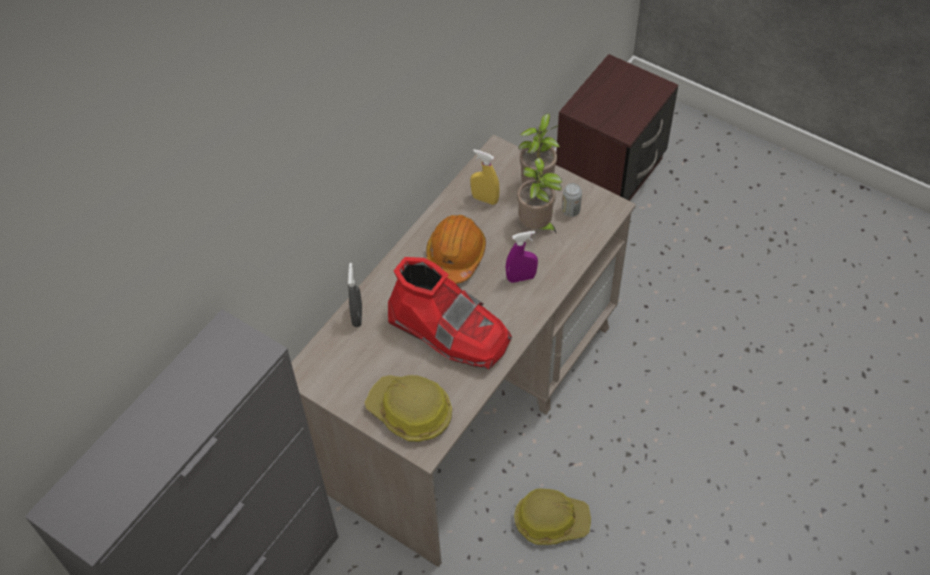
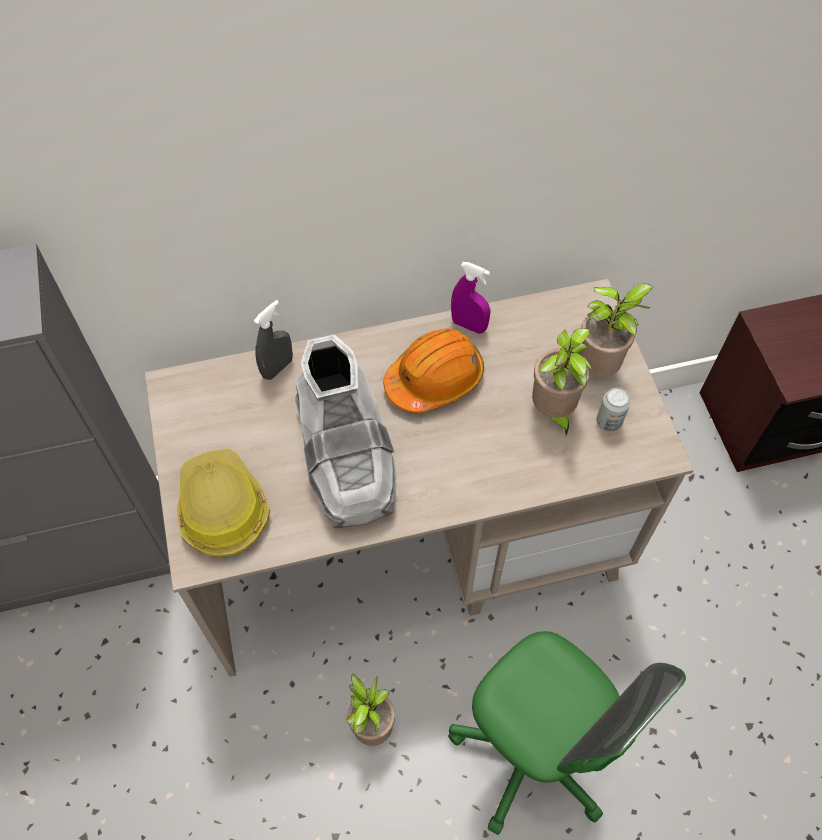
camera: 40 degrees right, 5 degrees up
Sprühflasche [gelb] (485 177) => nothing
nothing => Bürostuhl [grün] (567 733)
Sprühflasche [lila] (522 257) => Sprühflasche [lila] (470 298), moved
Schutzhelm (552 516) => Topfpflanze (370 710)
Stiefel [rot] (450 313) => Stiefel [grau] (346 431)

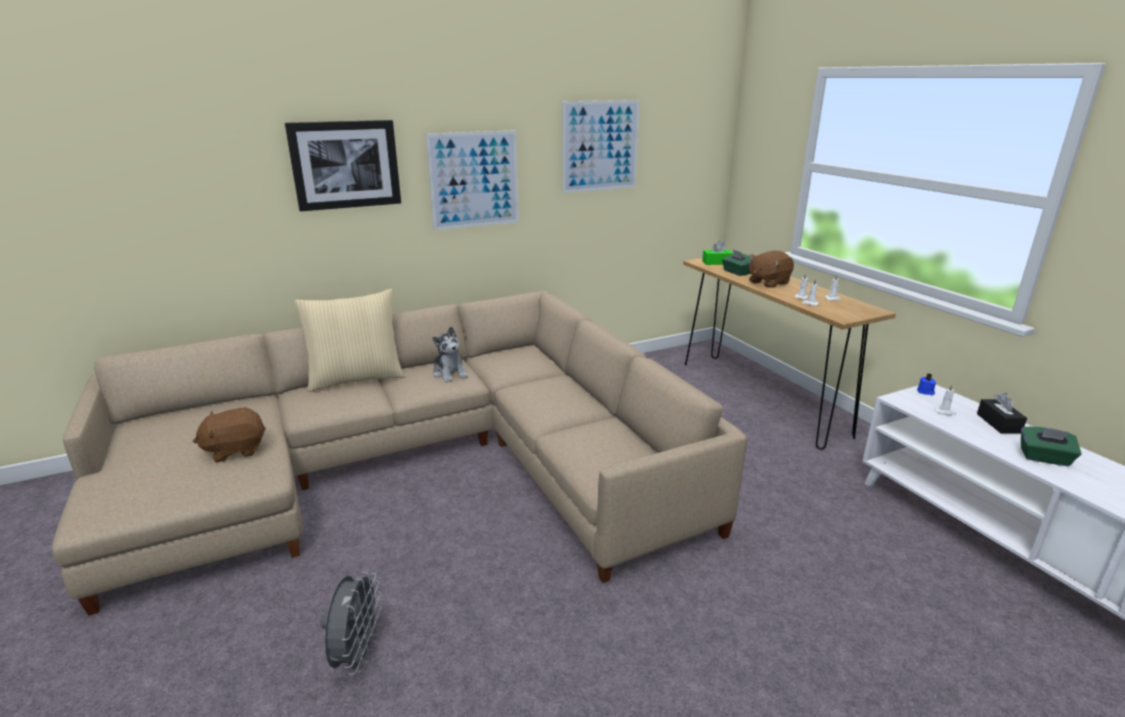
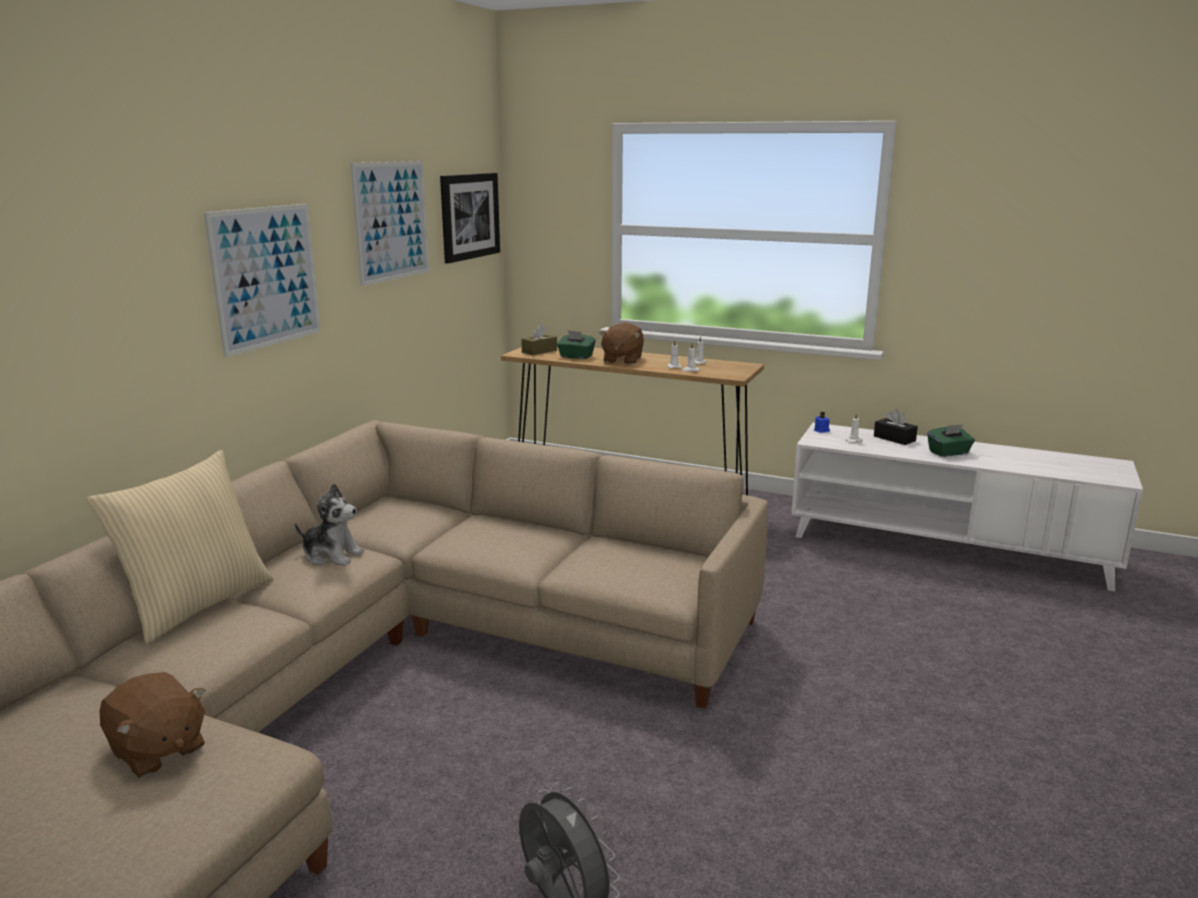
camera: 40 degrees left, 5 degrees down
Bild (343 166) => Bild (470 218), moved
Taschentuchbox [grün] (717 253) => Taschentuchbox [braun] (539 339)
Plüschtier [braun] (229 435) => Plüschtier [braun] (153 725), 75 degrees counterclockwise

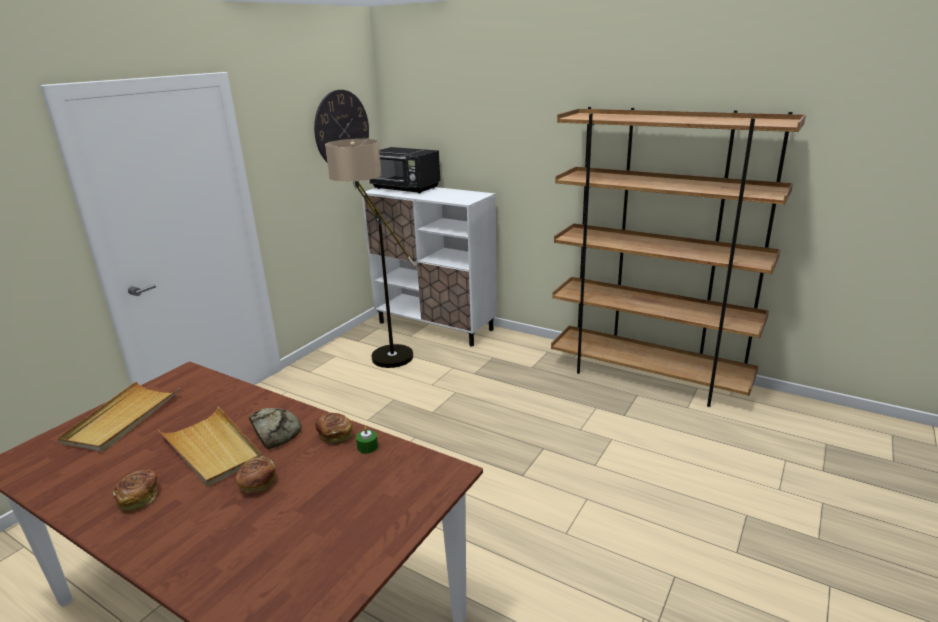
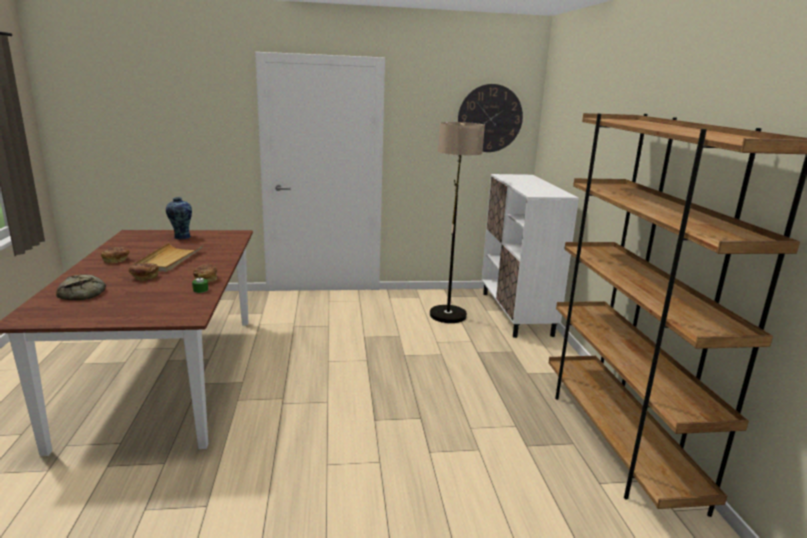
camera: 50 degrees right, 5 degrees down
Mikrowelle [schwarz] (405 170) => nothing
Brot (275 428) => Brot (81 287), moved
Tablett [beige] (118 416) => Vase (179 218)

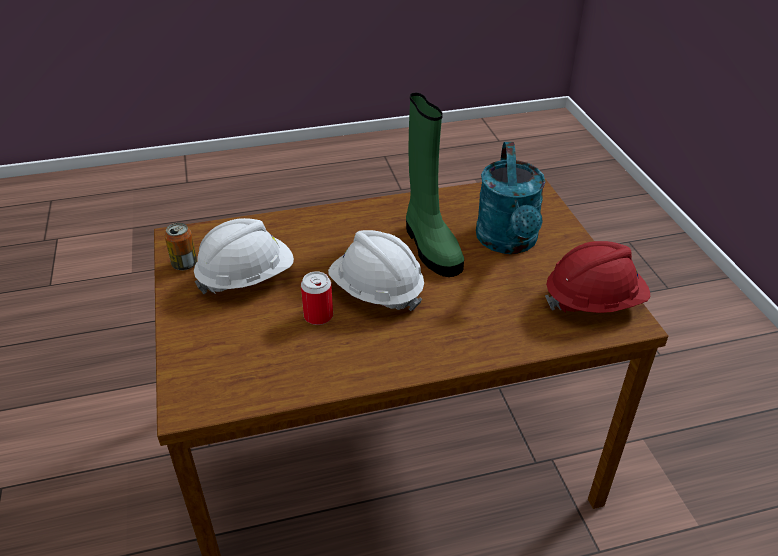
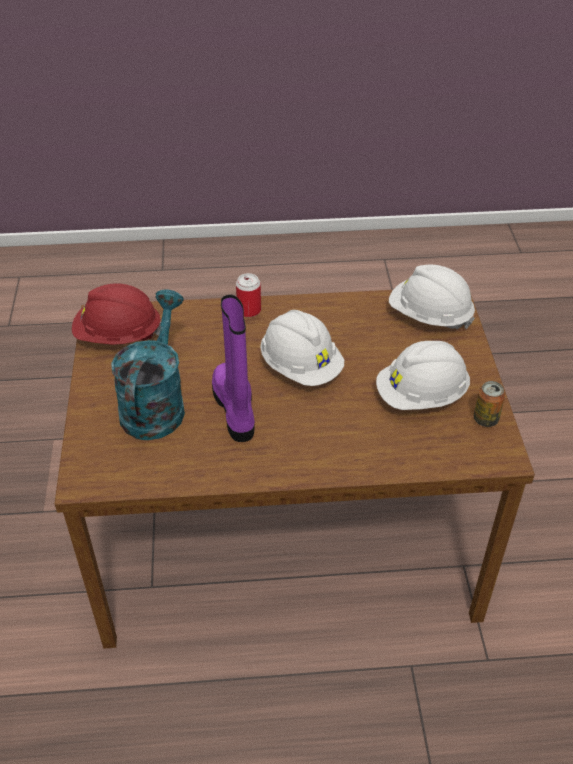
camera: 170 degrees left, 5 degrees up
nothing => Schutzhelm [weiß] (432 296)
Dose (317 298) => Dose (248 295), moved
Stiefel [grün] (435 185) => Stiefel [lila] (233 368)

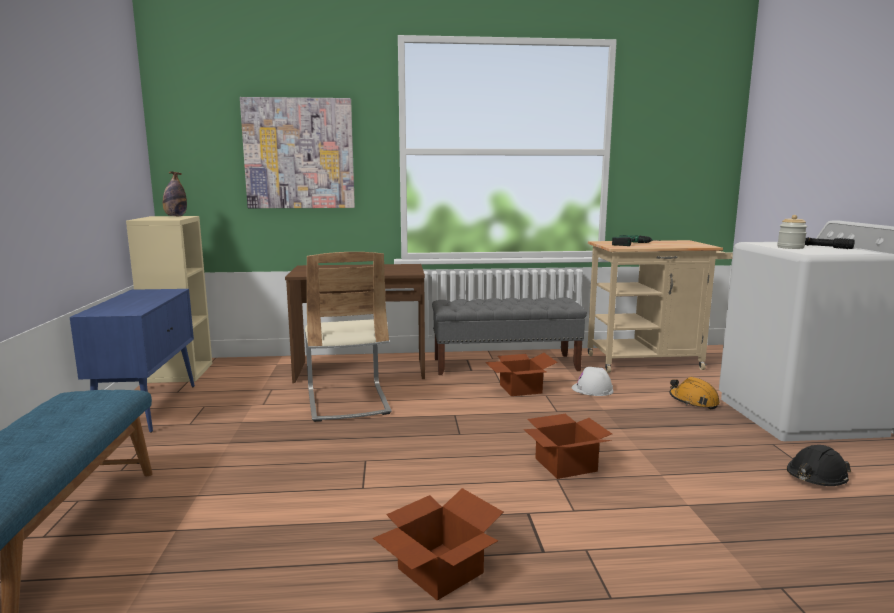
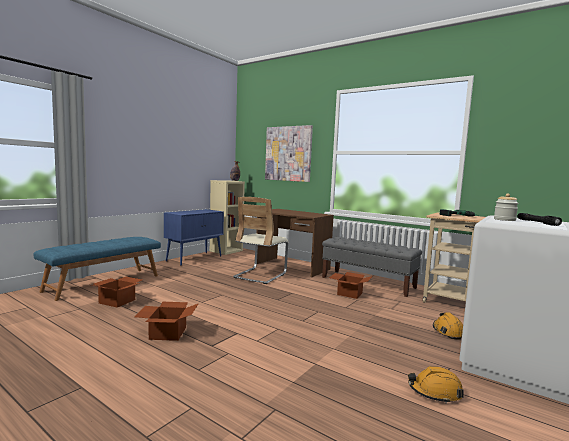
camera: 40 degrees right, 5 degrees down
Schutzhelm [weiß] (593 381) => nothing
Karton (567 446) => Karton (117 292), moved
Schutzhelm [schwarz] (819 465) => Schutzhelm [orange] (436 385)

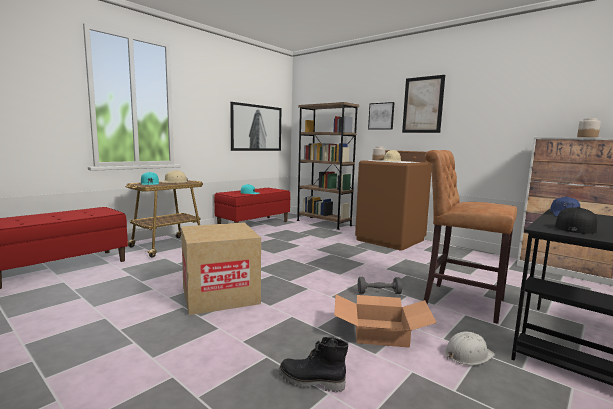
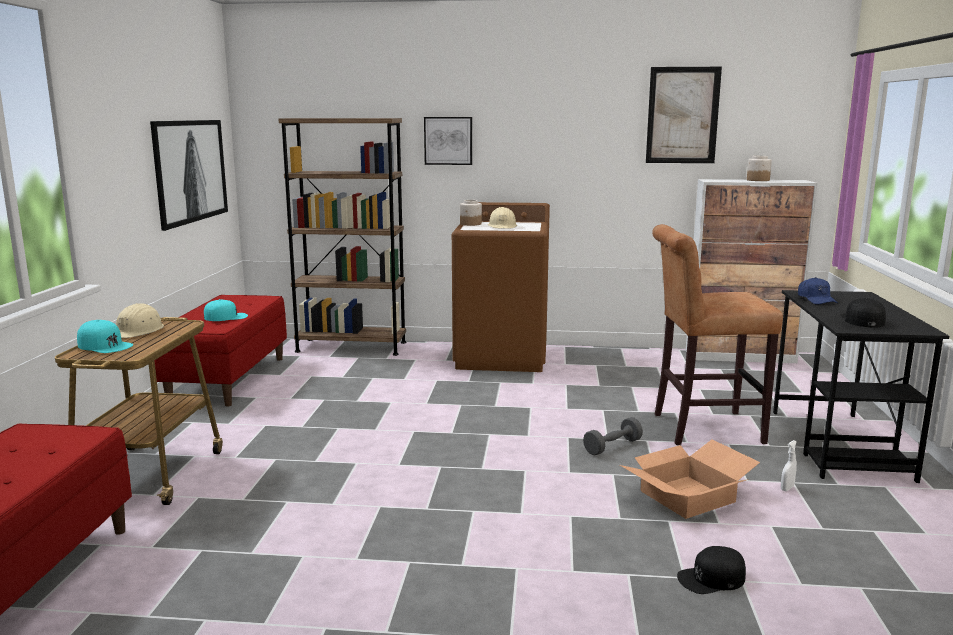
camera: 35 degrees left, 5 degrees up
Karton (221 268) => nothing
Bild (423 104) => Bild (684 115), moved
Stiefel [schwarz] (313 364) => Kappe [schwarz] (711 570)
Schutzhelm [weiß] (470 348) => Sprühflasche [weiß] (789 465)

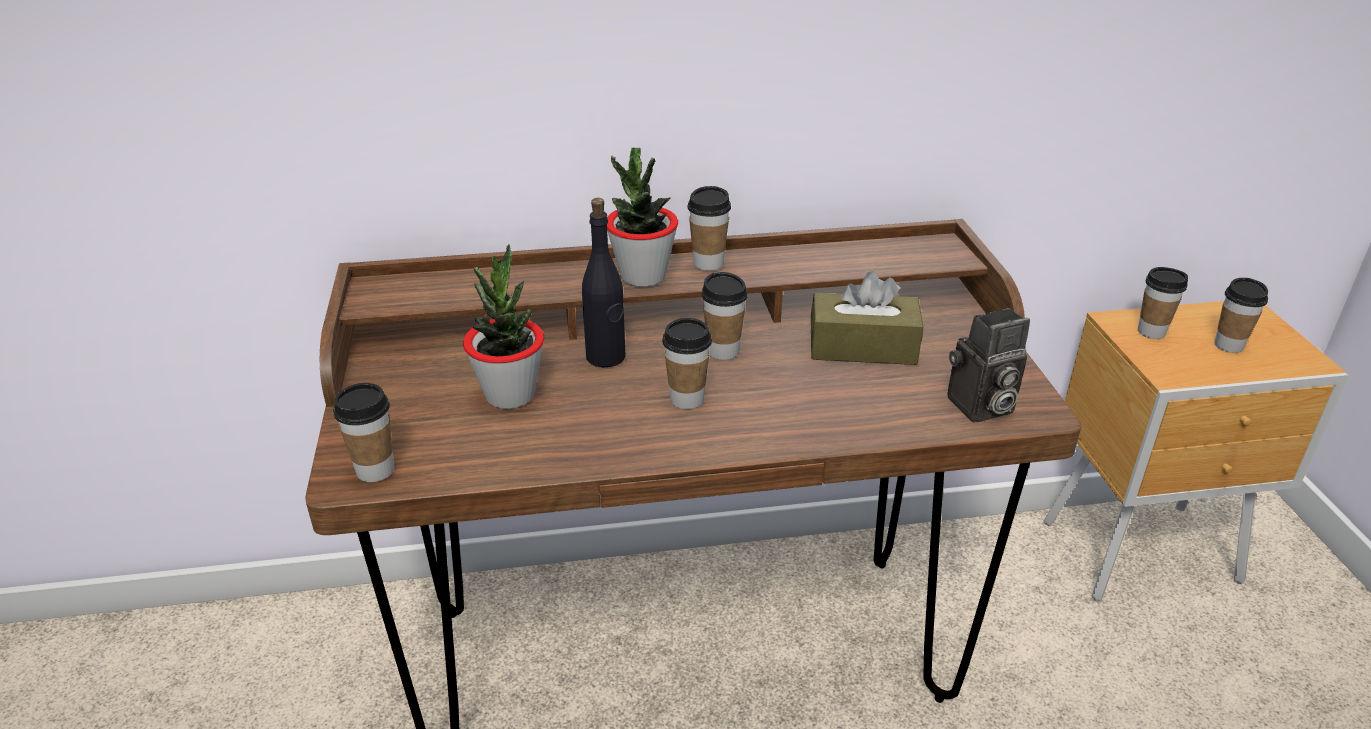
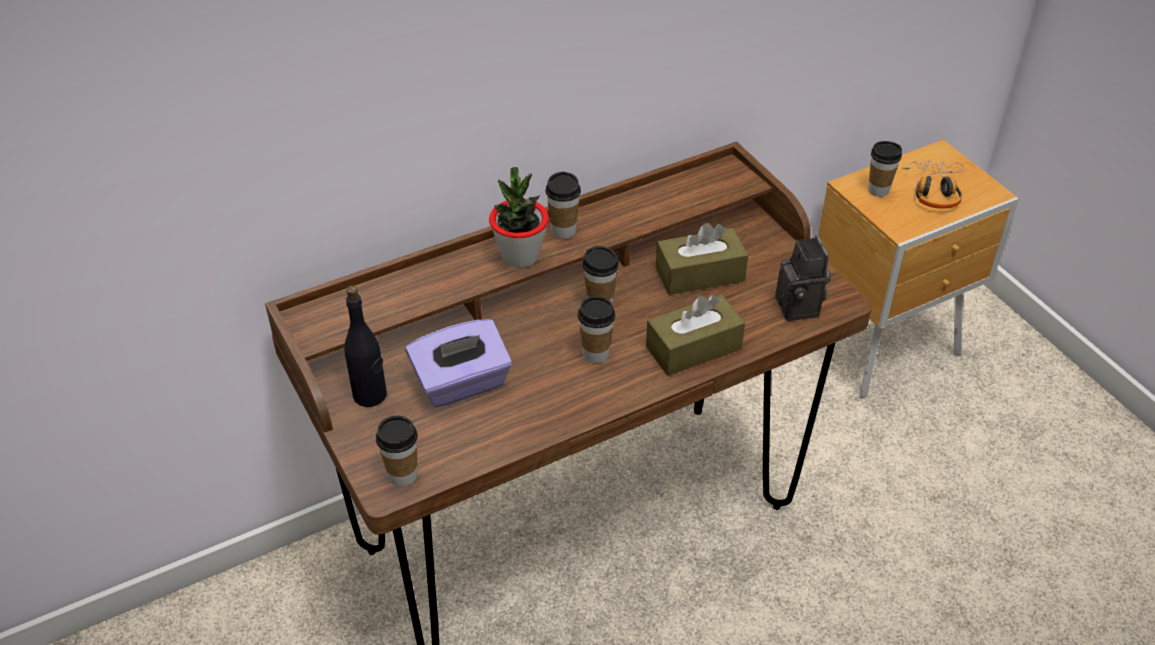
camera: 20 degrees left, 10 degrees up
nothing => Taschentuchbox [braun] (695 335)
Flasche [schwarz] (604 282) => Flasche [schwarz] (365 346), moved
Topfpflanze (503 326) => Taschentuchbox [lila] (459 363)
Tasse (1241 315) => Kopfhörer (933 184)
Kamera (988 365) => Kamera (803 278), 60 degrees counterclockwise

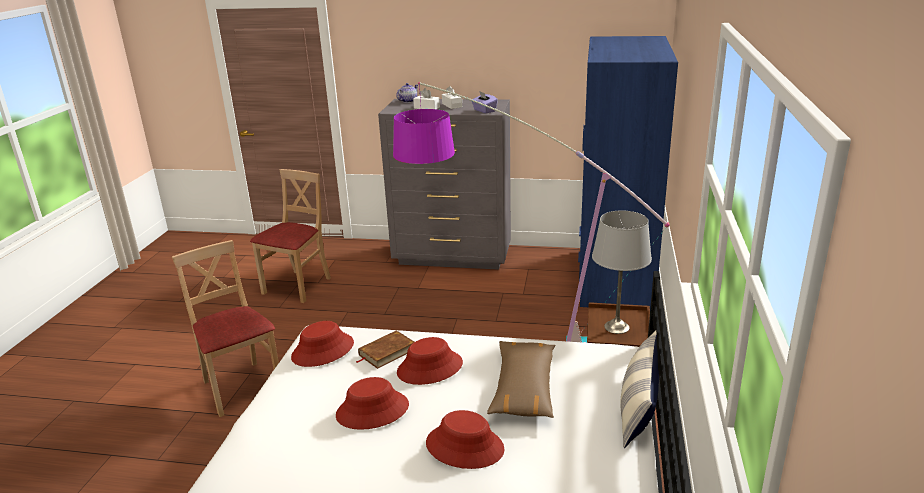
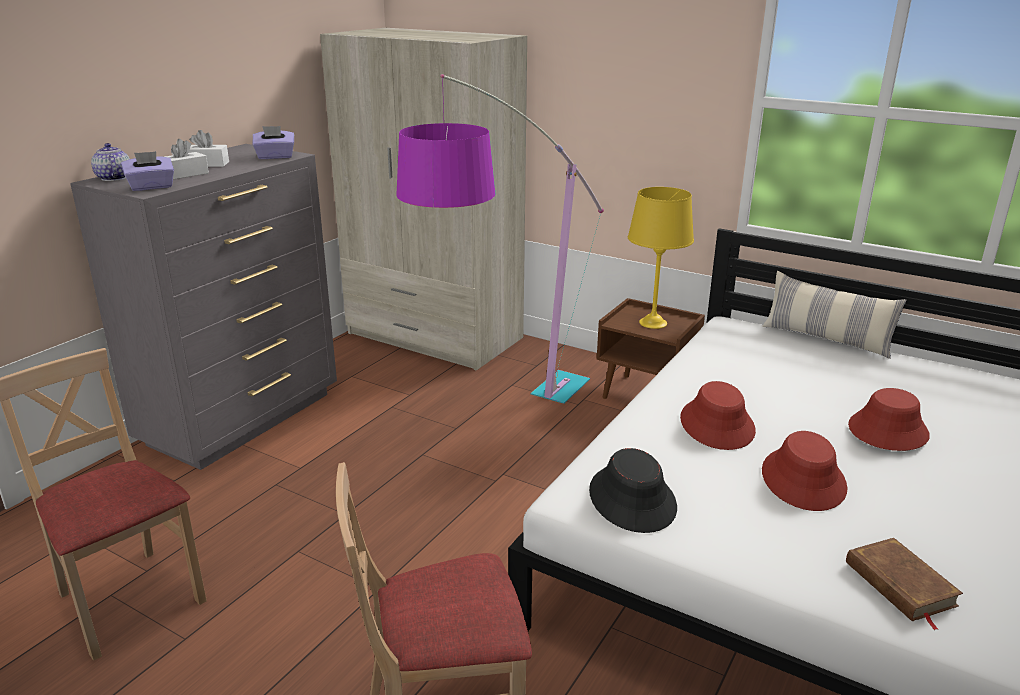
camera: 70 degrees left, 0 degrees up
Kissen [braun] (521 379) => nothing
nothing => Taschentuchbox [lila] (147 171)
Buch [braun] (385 349) => Buch [braun] (904 584), moved
Hut [rot] (322 344) => Hut [schwarz] (633 490)
Kleiderschrank [blau] (628 171) => Kleiderschrank [beige] (423 199)
Tischlampe [grau] (622 272) => Tischlampe [gelb] (661 258)

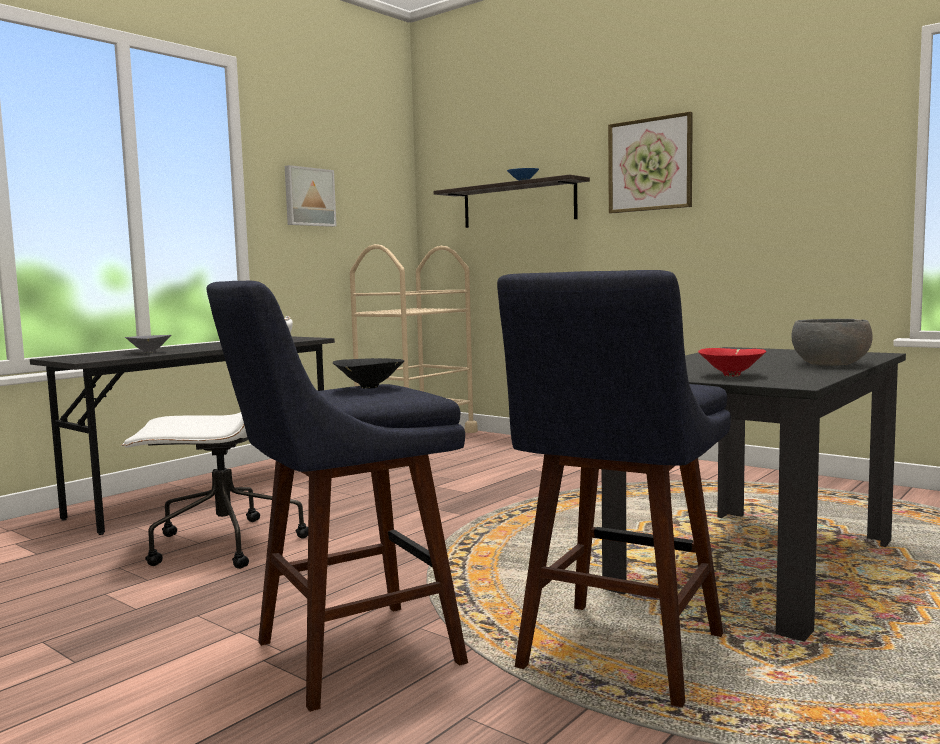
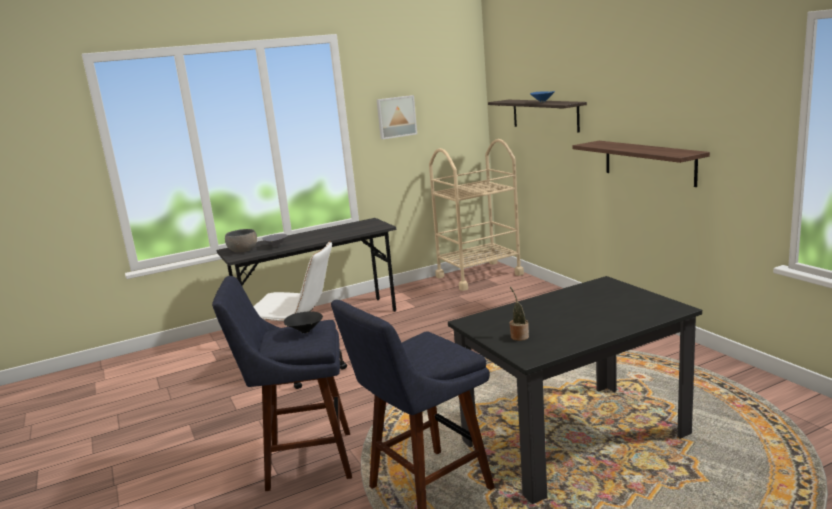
camera: 25 degrees right, 10 degrees up
Bild (650 162) => nothing
nothing => Wandregal (641 164)
Schüssel [grau] (832 342) => Schüssel [grau] (241 240), moved
Schüssel [rot] (732 362) => Topfpflanze (519 314)

